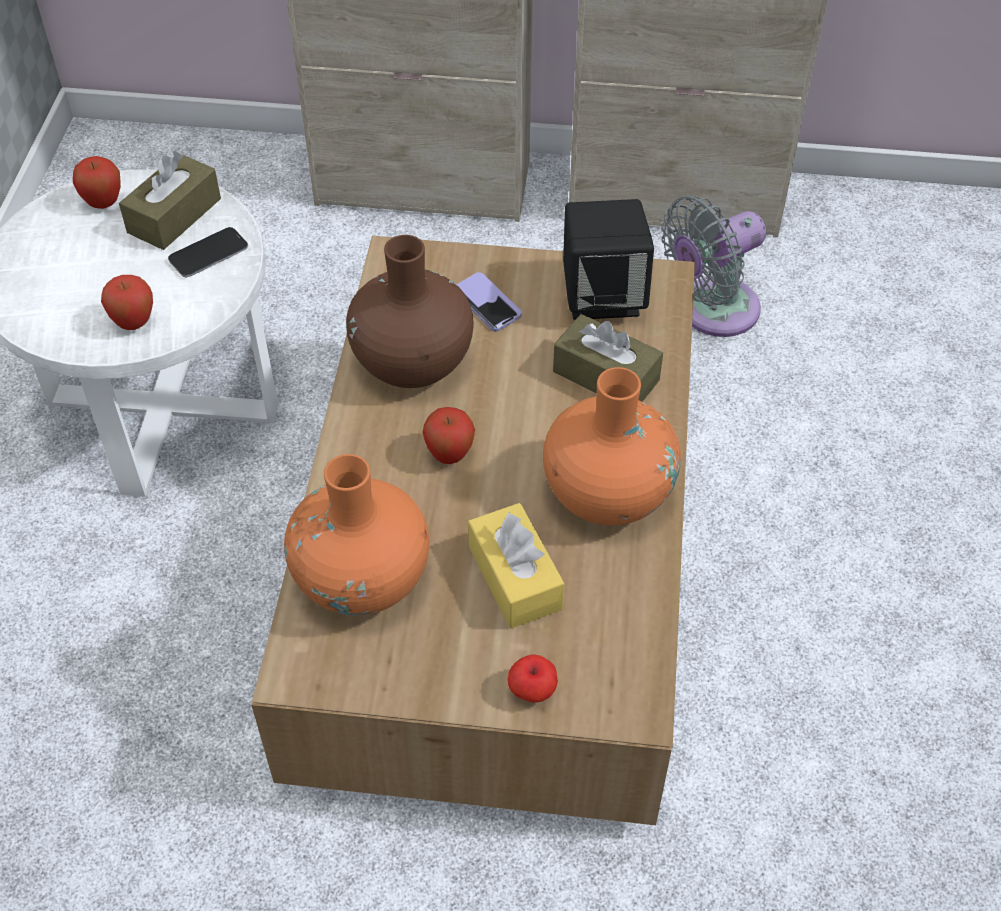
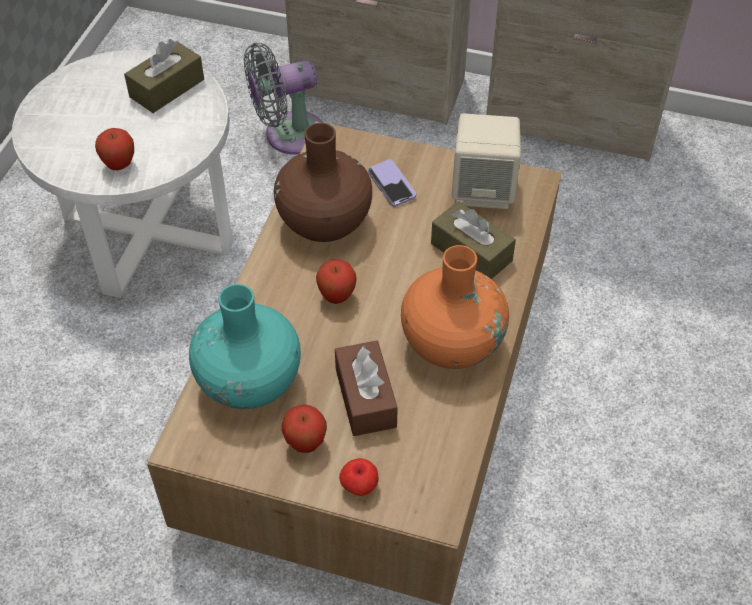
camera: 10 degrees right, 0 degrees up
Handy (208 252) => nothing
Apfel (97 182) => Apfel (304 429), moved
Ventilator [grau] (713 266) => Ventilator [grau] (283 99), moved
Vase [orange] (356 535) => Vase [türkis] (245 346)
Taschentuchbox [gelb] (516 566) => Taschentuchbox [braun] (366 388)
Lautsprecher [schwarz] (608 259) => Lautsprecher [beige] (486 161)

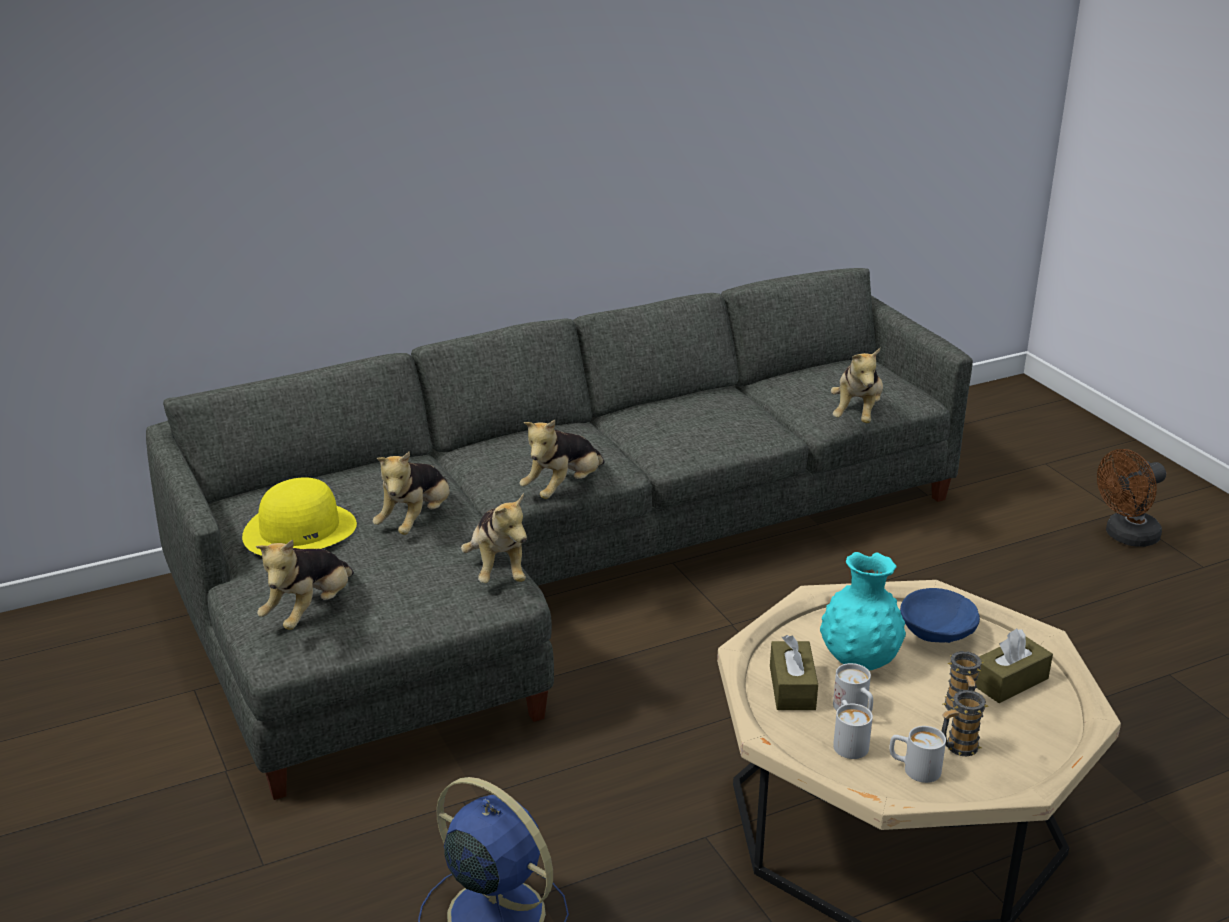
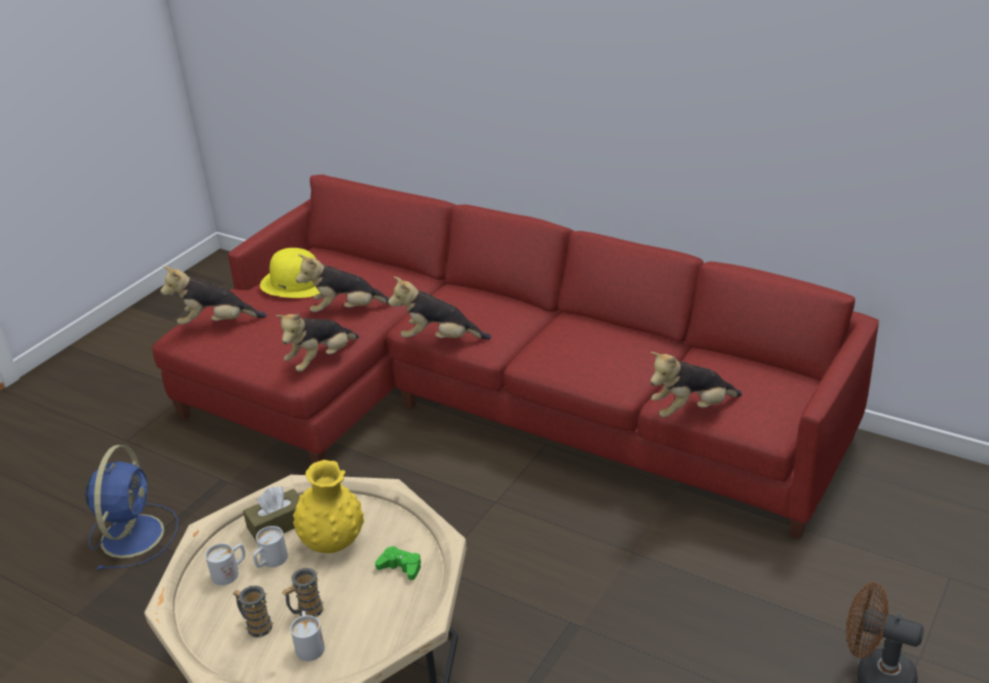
camera: 60 degrees right, 5 degrees up
Taschentuchbox [braun] (1014 666) => nothing
Henkelbecher [weiß] (918 754) => Henkelbecher [weiß] (307 636), moved
Schüssel [blau] (940 615) => Gamepad [grün] (398 563)
Sofa [grau] (559 534) => Sofa [rot] (515 357)
Vase [türkis] (863 611) => Vase [gelb] (328 506)

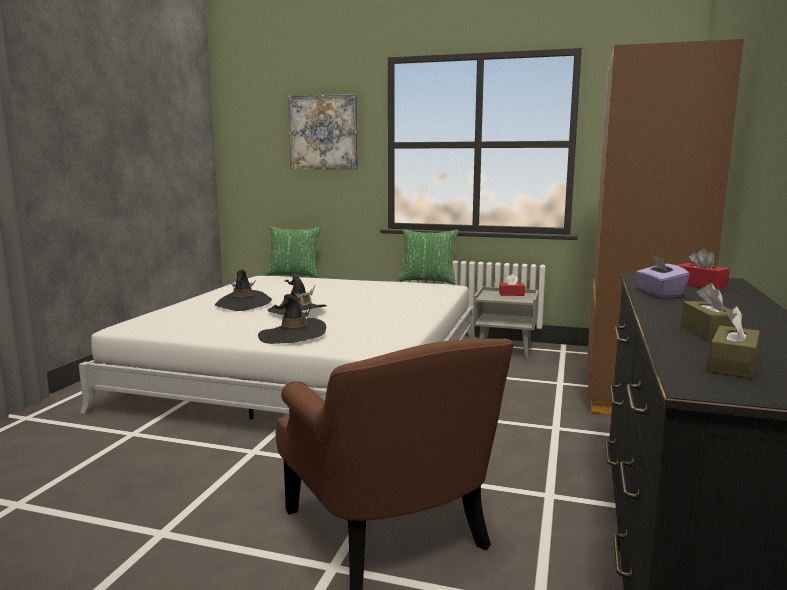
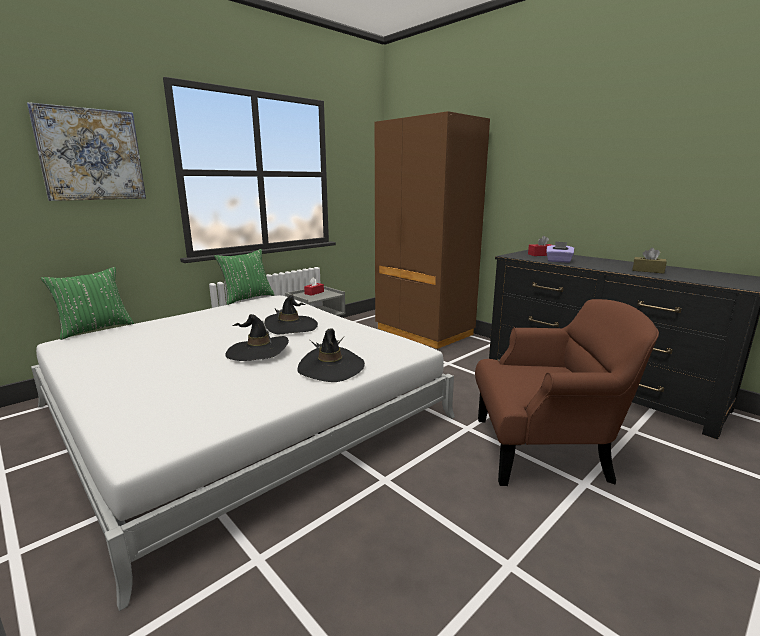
camera: 60 degrees left, 5 degrees up
Taschentuchbox [braun] (734 342) => nothing
Hut [schwarz] (243 290) => Hut [schwarz] (291 314), moved

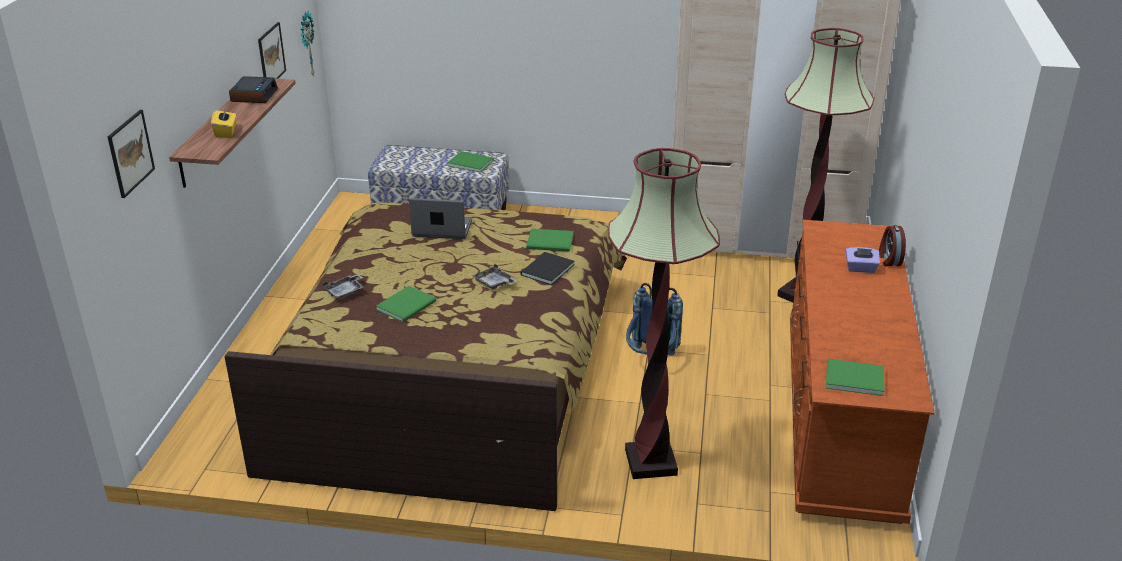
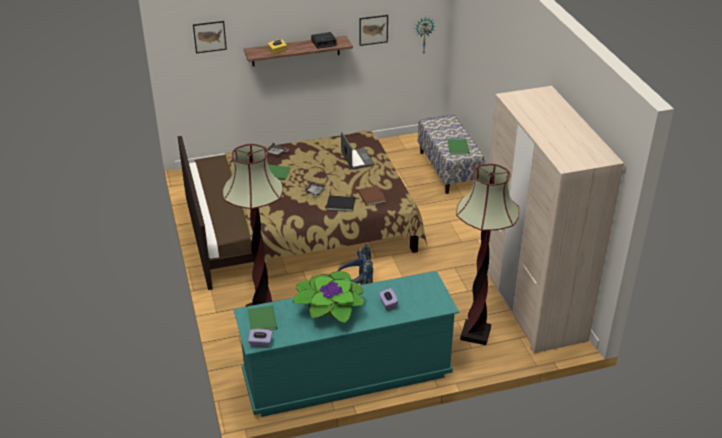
camera: 65 degrees right, 5 degrees up
Wecker (892 245) => nothing
nothing => Taschentuchbox [lila] (260 338)
nothing => Topfpflanze (328 297)
Buch [grün] (550 240) => Buch [braun] (372 196)
Kommode [braun] (862 372) => Kommode [türkis] (346 344)

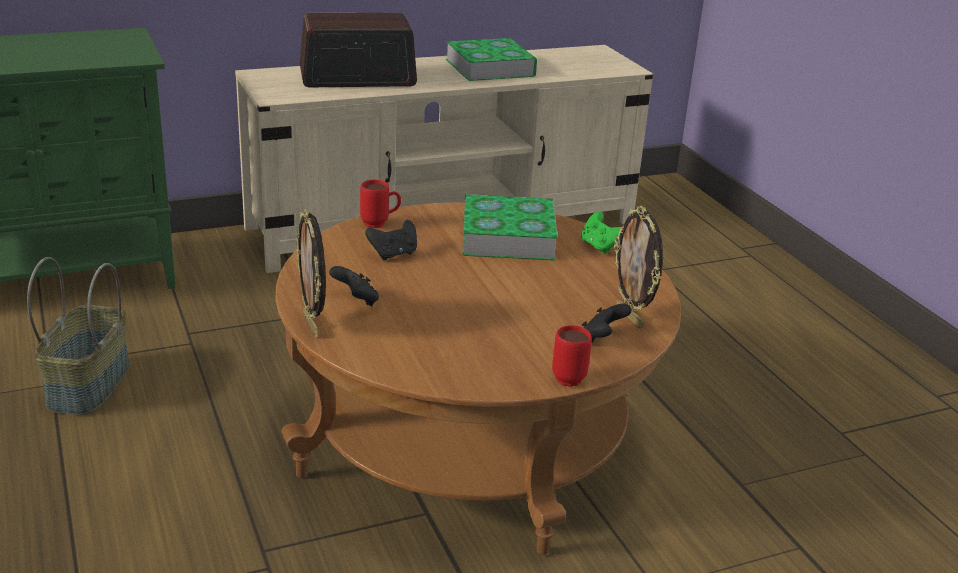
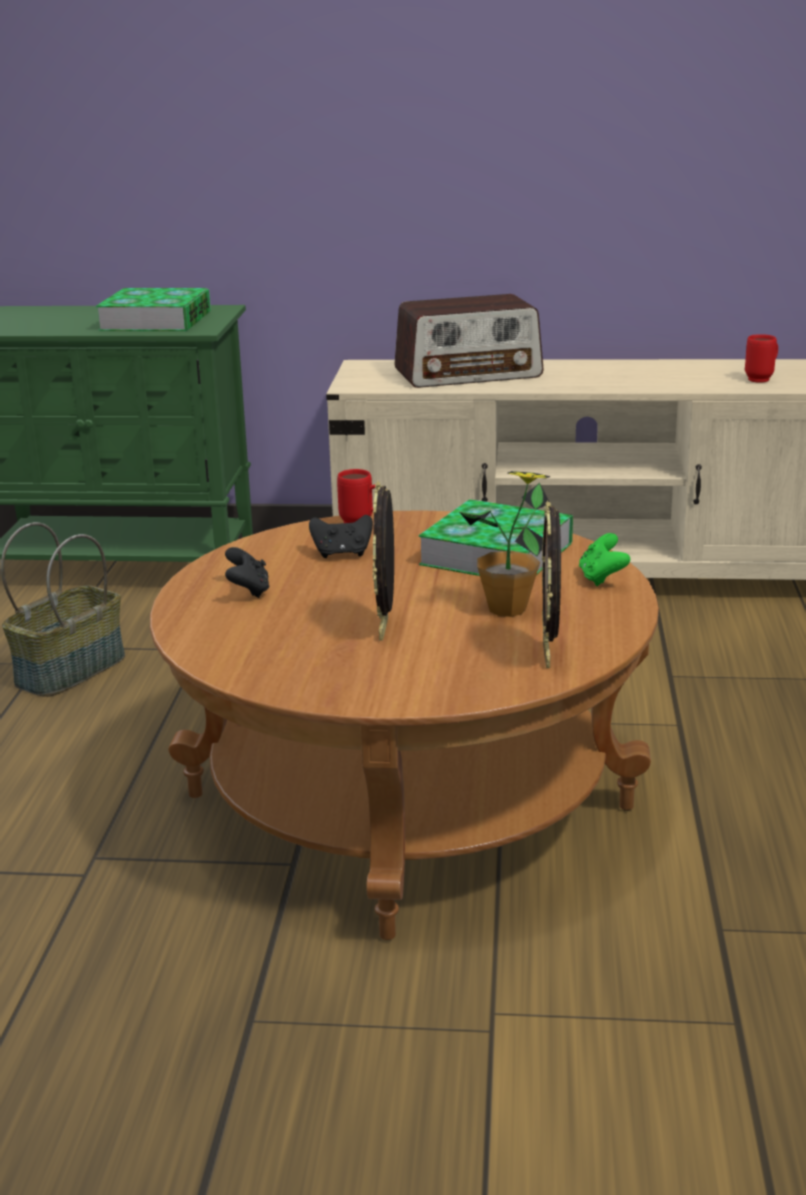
camera: 30 degrees right, 5 degrees down
Gamepad [schwarz] (607 323) => nothing
nothing => Topfpflanze (505 544)
Bilderrahmen (311 273) => Bilderrahmen (383 561), moved
Buch (491 59) => Buch (153 309), moved
Henkelbecher [rot] (572 356) => Henkelbecher [rot] (761 358), moved
Radio (358 50) => Radio (469 341), 150 degrees clockwise

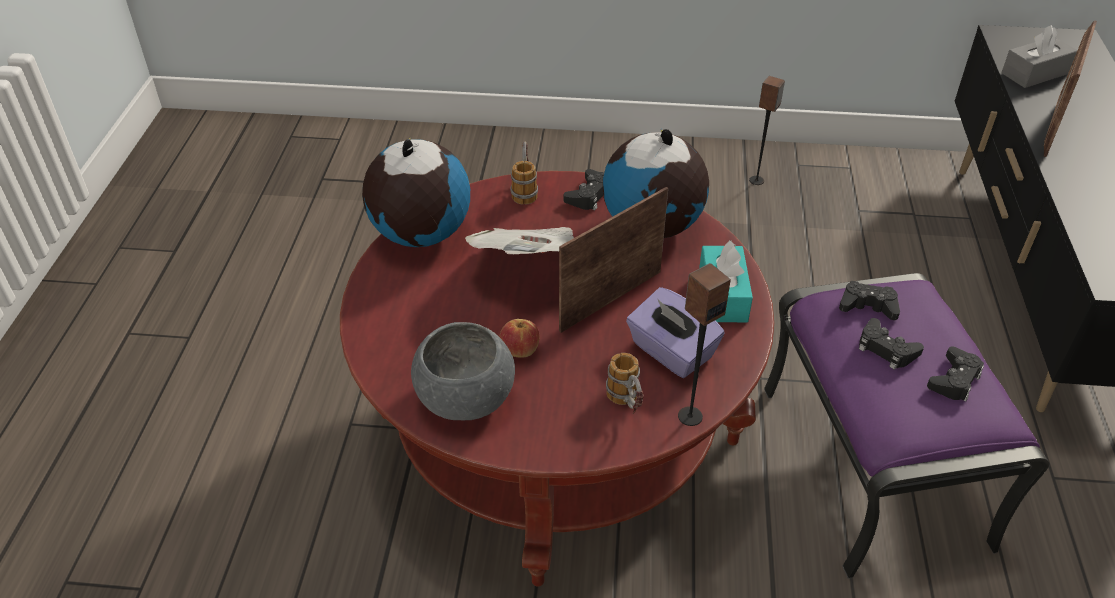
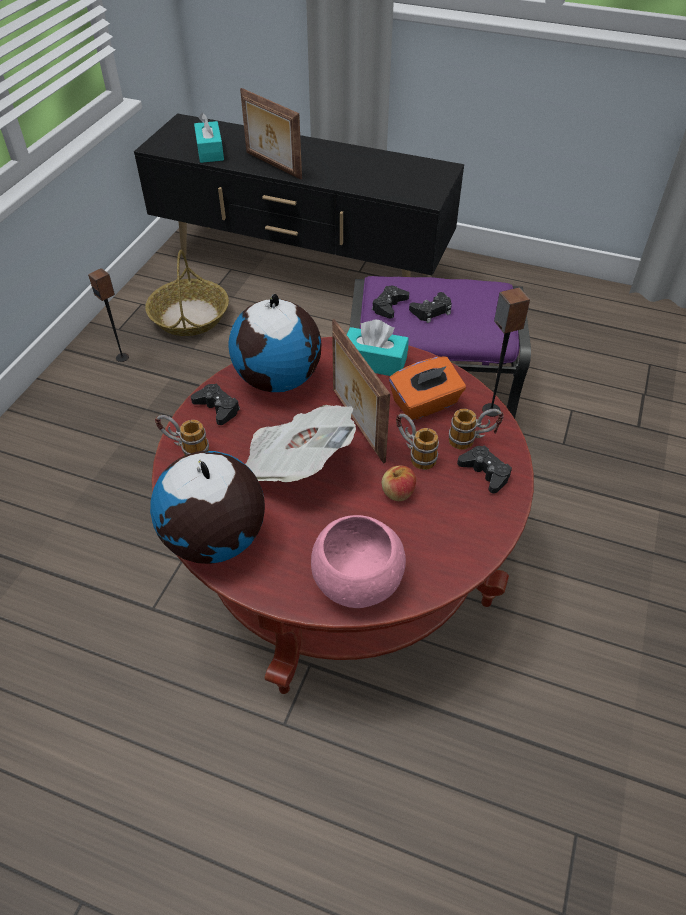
camera: 75 degrees left, 5 degrees up
Schüssel [grau] (463 371) => nothing
nothing => Korb (187 293)
nothing => Schüssel [rosa] (358 561)
nothing => Henkelbecher (417 442)
Gamepad [schwarz] (955 374) => Gamepad [schwarz] (484 469), moved
Taschentuchbox [lila] (675 332) => Taschentuchbox [orange] (427 388)
Taschentuchbox [grau] (1039 56) => Taschentuchbox [türkis] (209 138)

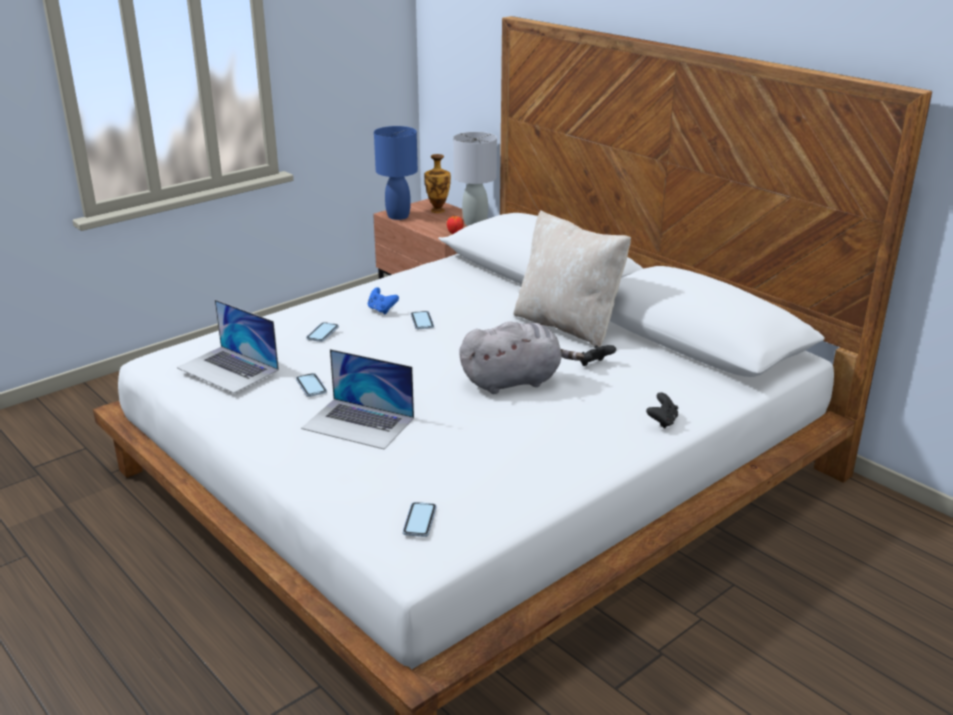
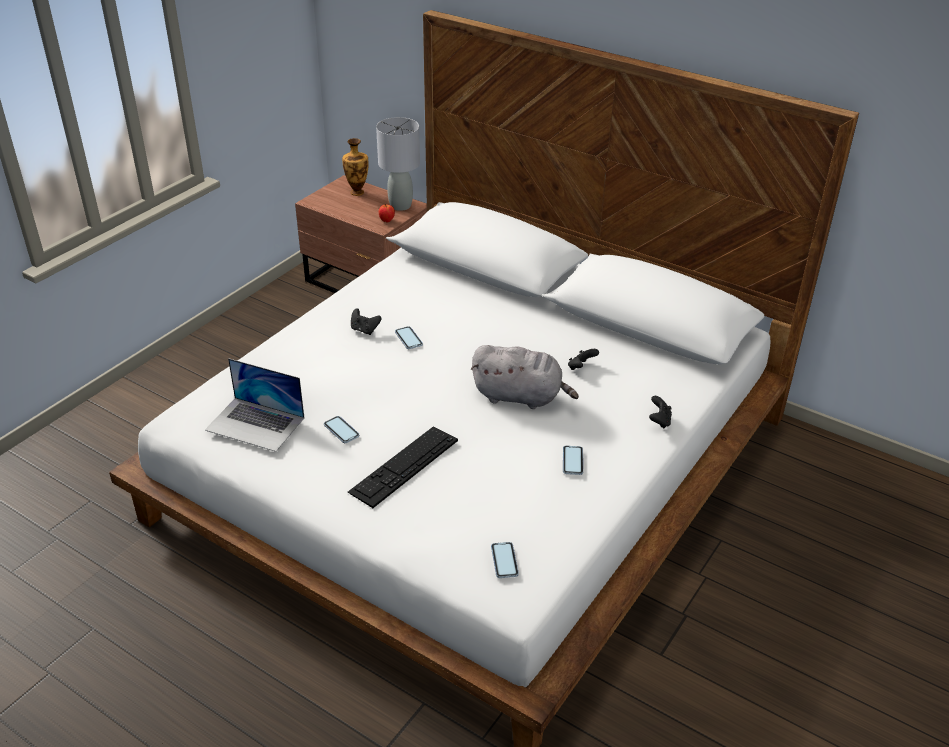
camera: 15 degrees left, 10 degrees up
Tischlampe [blau] (396 173) => nothing
Kissen [beige] (572 278) => nothing
Handy (322 332) => Handy (573 460), moved
Laptop (357 399) => Tastatur (403 467)
Gamepad [blau] (383 300) => Gamepad [schwarz] (366 321)
Plüschtier [grau] (521 358) => Plüschtier [grau] (525 377), 45 degrees clockwise

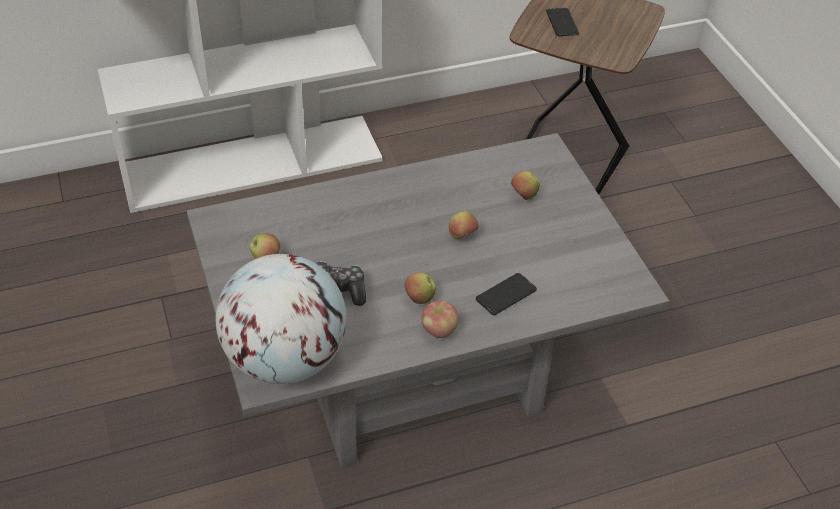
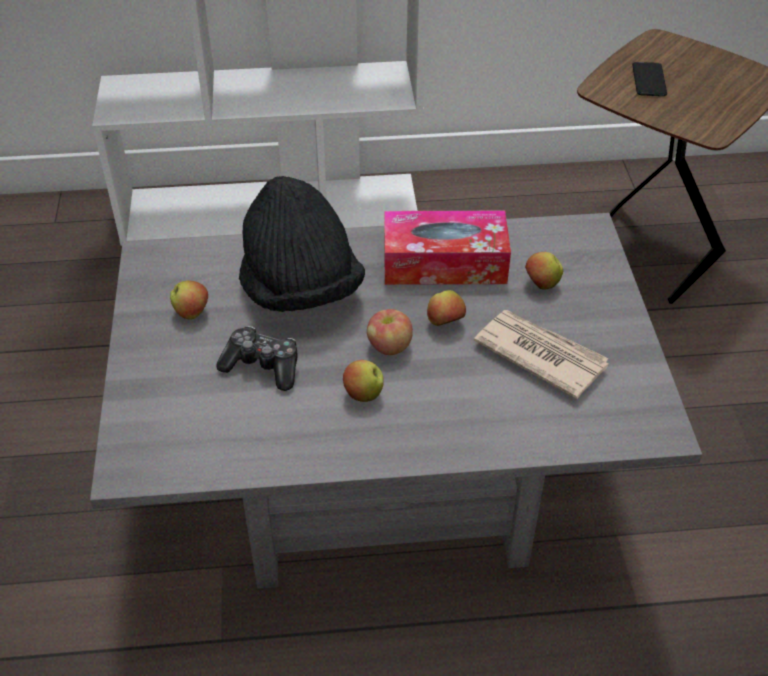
camera: 15 degrees right, 0 degrees up
Globus (280 319) => nothing
Handy (506 294) => nothing
nothing => Hut [schwarz] (302 244)
nothing => Taschentuchbox (447 248)
nothing => Zeitung (541 354)
Apfel (440 319) => Apfel (390 332), moved

